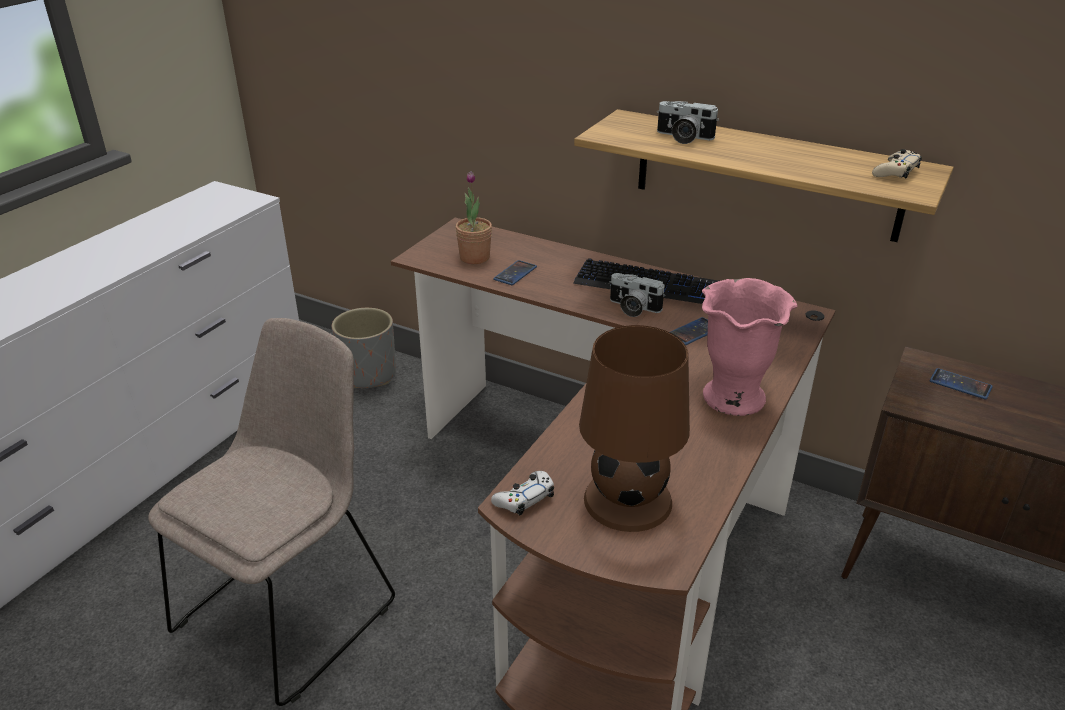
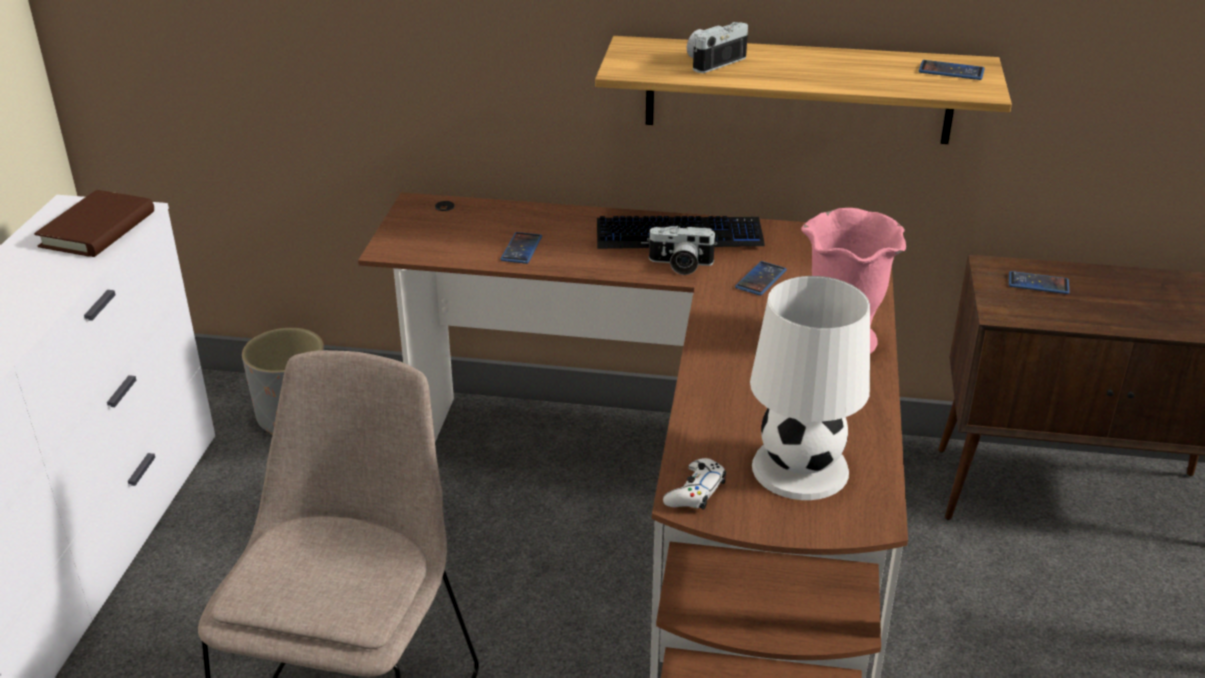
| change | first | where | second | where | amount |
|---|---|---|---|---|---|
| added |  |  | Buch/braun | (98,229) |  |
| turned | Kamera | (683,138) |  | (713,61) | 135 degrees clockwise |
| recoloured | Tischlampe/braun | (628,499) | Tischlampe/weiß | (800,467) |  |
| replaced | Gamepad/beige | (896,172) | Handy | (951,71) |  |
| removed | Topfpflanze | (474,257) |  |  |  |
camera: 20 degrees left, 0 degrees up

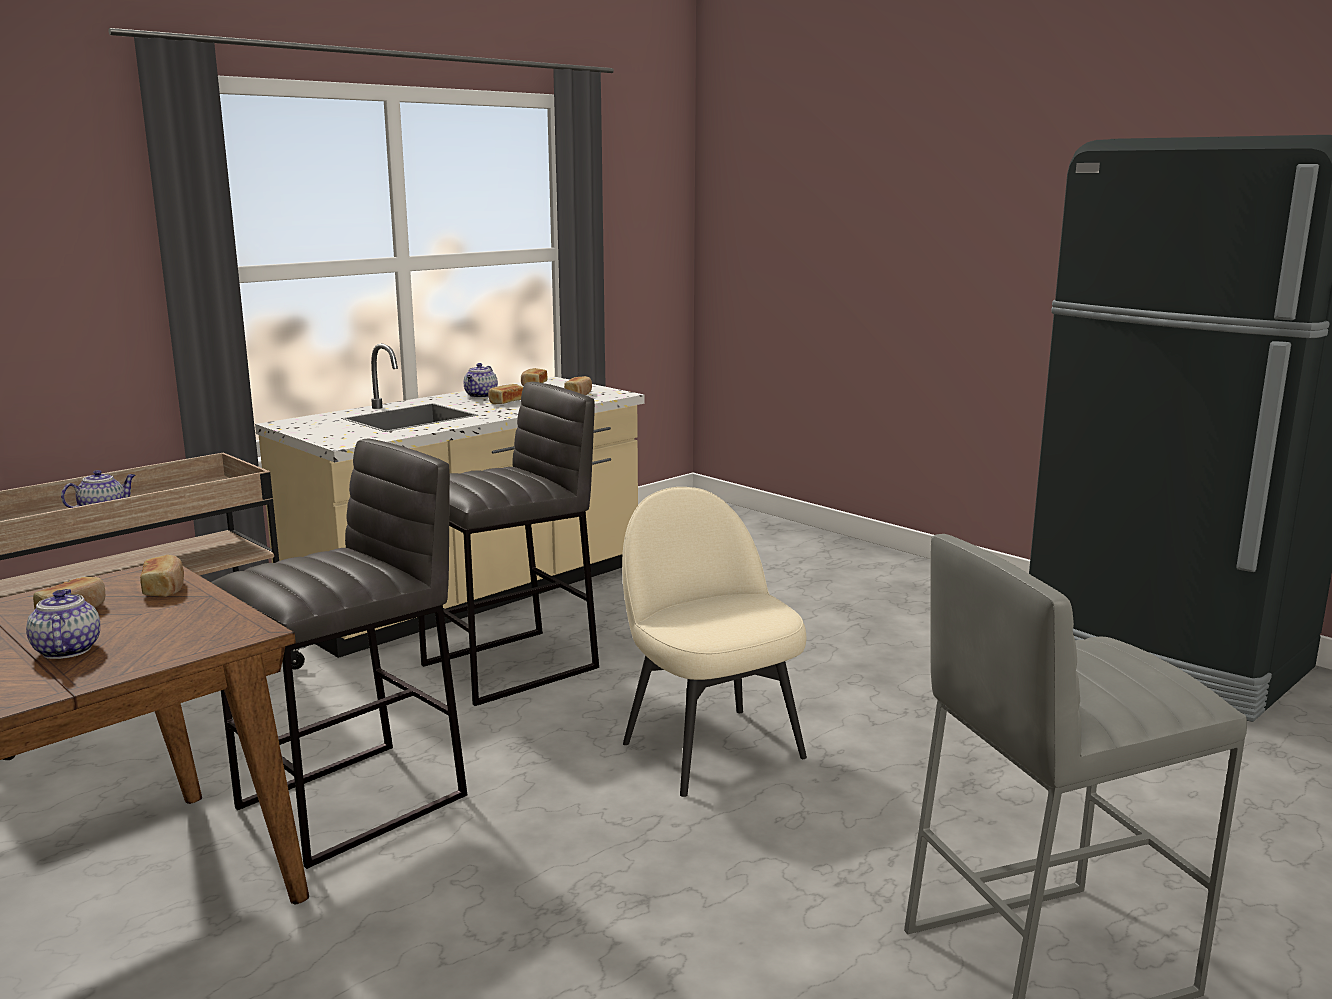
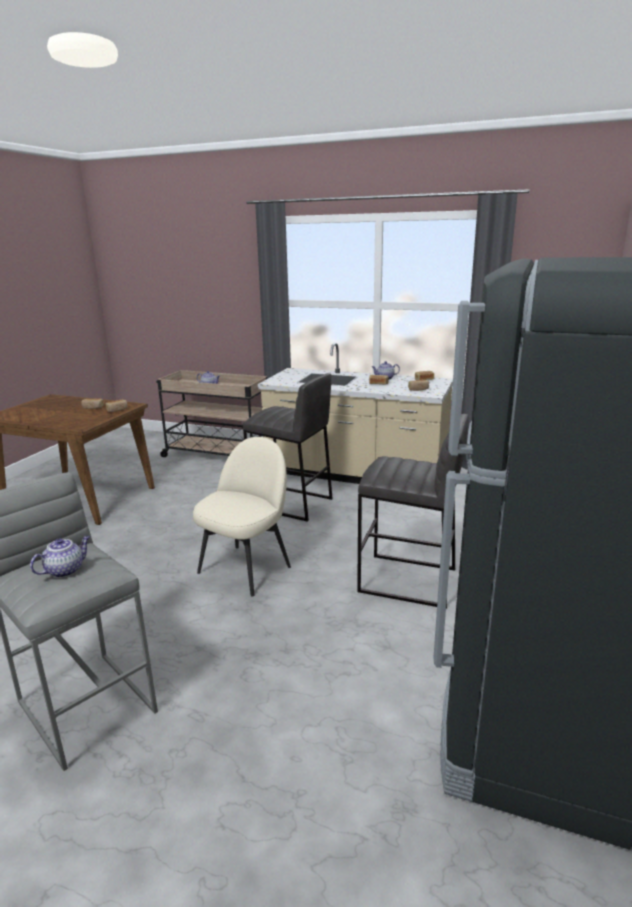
| change | first | where | second | where | amount |
|---|---|---|---|---|---|
| moved | Teekanne | (66,650) |  | (65,570) |  |
| moved | Hocker/grau | (355,801) |  | (408,581) |  |
camera: 65 degrees right, 5 degrees up

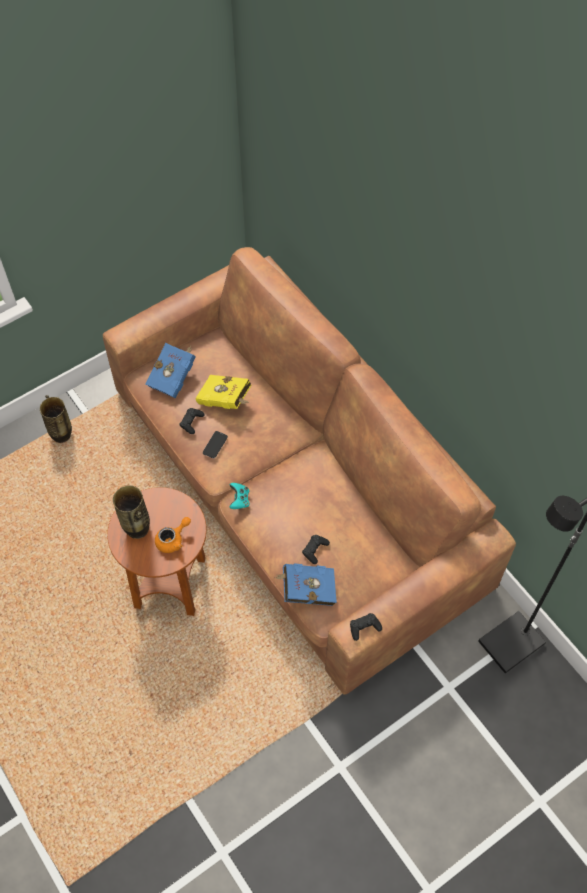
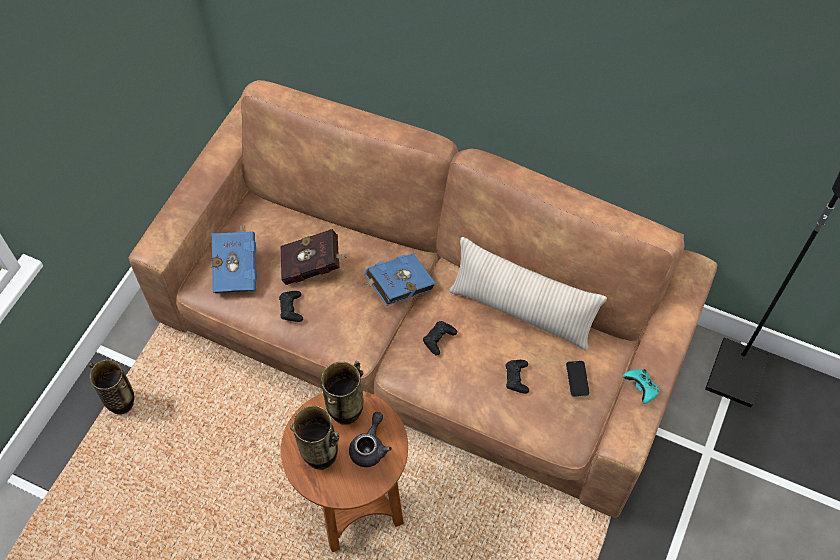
| change | first | where | second | where | amount |
|---|---|---|---|---|---|
| recoloured | Buch/gelb | (226,400) | Buch/rot | (314,266) |  |
| added |  |  | Vase | (346,412) |  |
| recoloured | Teekanne/orange | (173,540) | Teekanne/grau | (370,447) |  |
| moved | Buch/blau | (306,590) |  | (397,288) |  |
| moved | Gamepad/schwarz | (364,627) |  | (439,339) |  |
| added |  |  | Kissen/beige | (521,311) |  |
| moved | Handy | (215,445) |  | (577,379) |  |
| moved | Gamepad/türkis | (239,500) |  | (641,389) |  |
camera: 30 degrees left, 0 degrees up

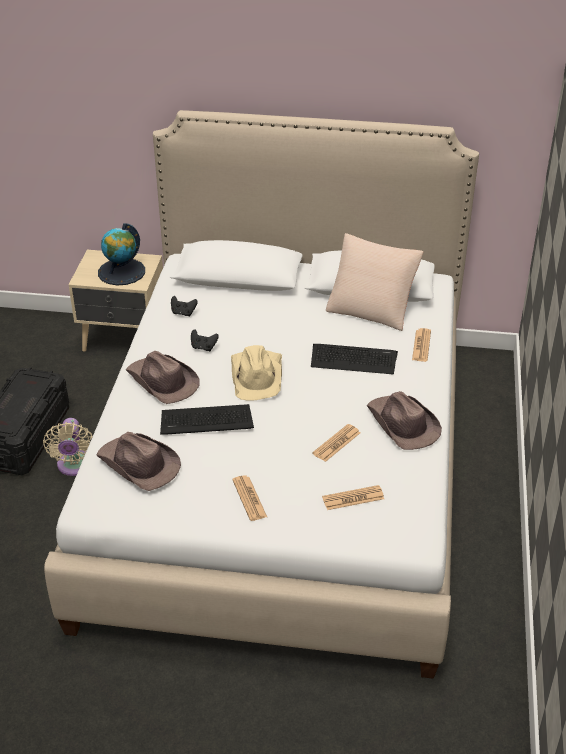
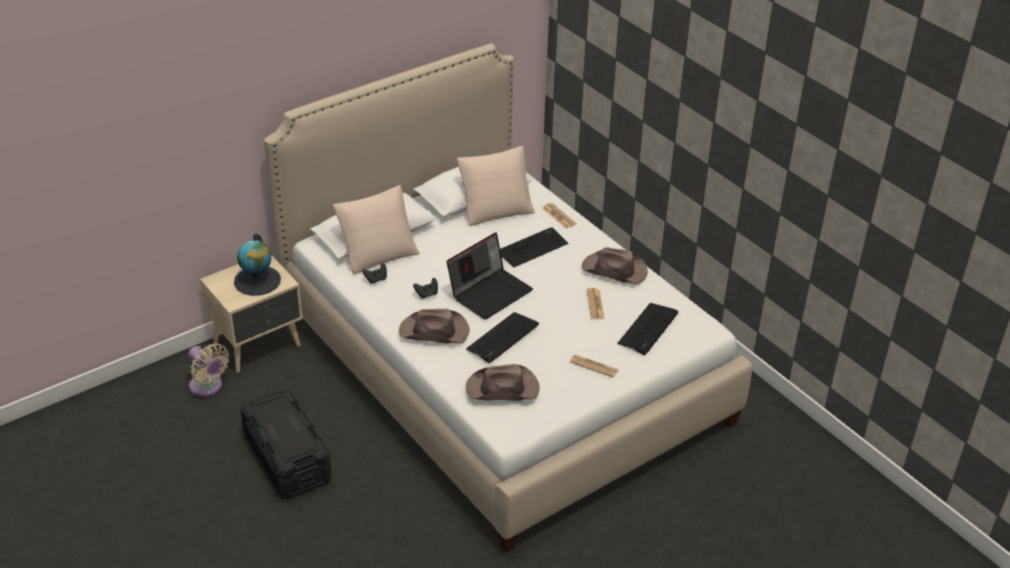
| change | first | where | second | where | amount |
|---|---|---|---|---|---|
| moved | Ventilator/beige | (75,466) |  | (208,387) |  |
| added |  |  | Kissen/beige | (378,253) |  |
| replaced | Hut/beige | (257,376) | Laptop | (490,292) |  |
| replaced | Zeitung | (353,498) | Tastatur | (648,329) |  |
camera: 45 degrees left, 0 degrees up

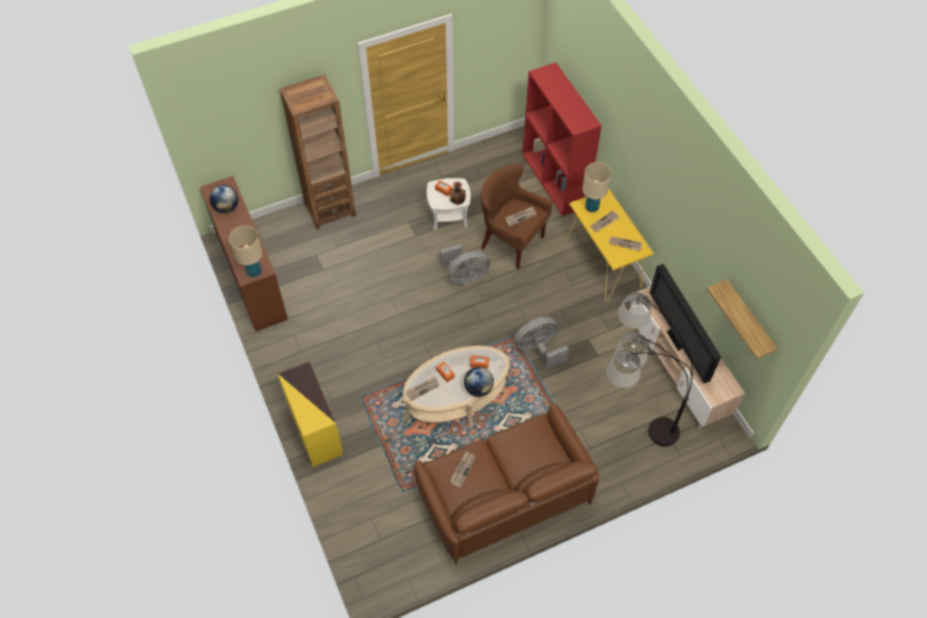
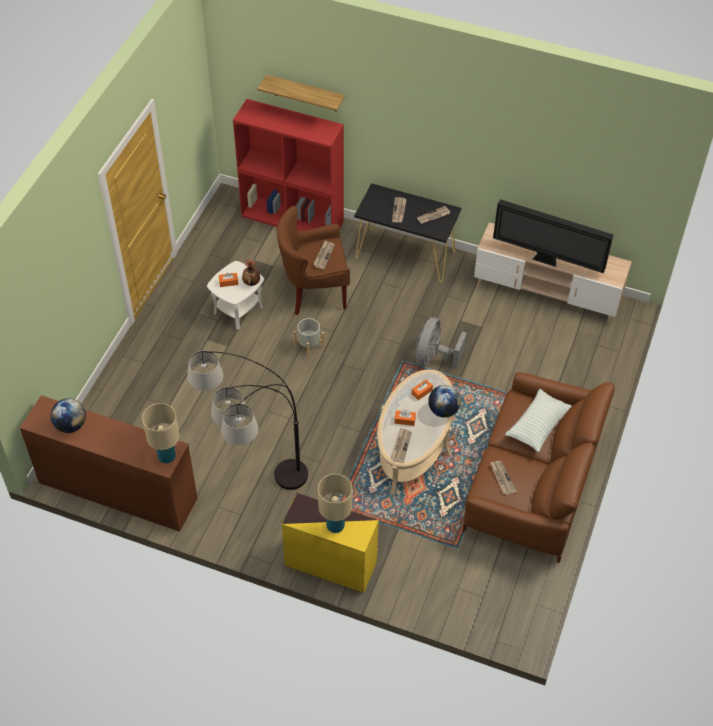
| change | first | where | second | where | amount |
|---|---|---|---|---|---|
| moved | Stehlampe | (626,424) |  | (254,494) |  |
| moved | Wandregal | (749,319) |  | (305,93) |  |
| replaced | Ventilator/grau | (465,276) | Pflanzkübel/grau | (309,347) |  |
| moved | Tischlampe/beige | (591,207) |  | (335,526) |  |
| recoloured | Konsolentisch/gelb | (603,263) | Konsolentisch/schwarz | (406,255) |  |
| added |  |  | Kissen | (537,426) |  |
| removed | Bücherregal/braun | (330,209) |  |  |  |
camera: 45 degrees left, 5 degrees down

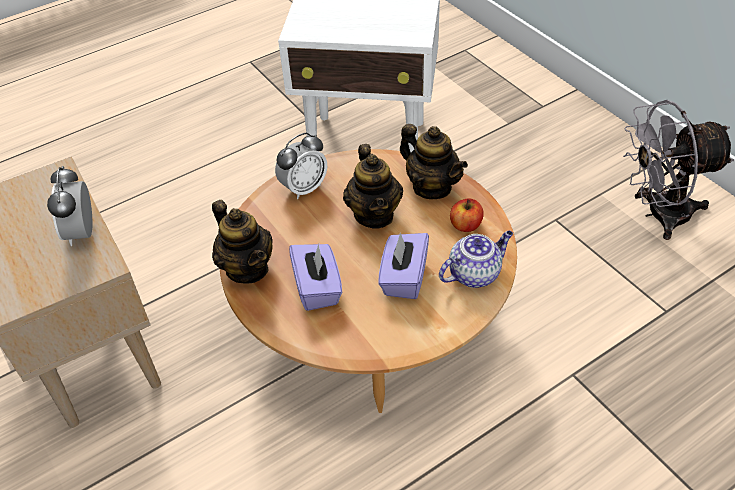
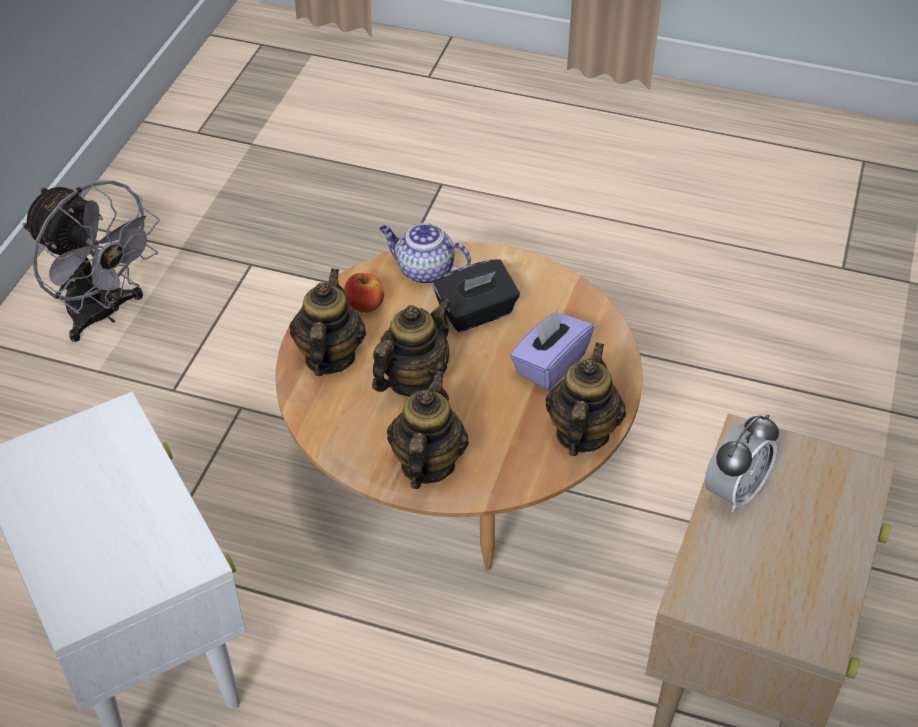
| change | first | where | second | where | amount |
|---|---|---|---|---|---|
| replaced | Wecker | (304,188) | Teekanne | (427,464) |  |
| recoloured | Taschentuchbox/lila | (403,278) | Taschentuchbox/schwarz | (476,313) |  |
camera: 130 degrees left, 0 degrees up

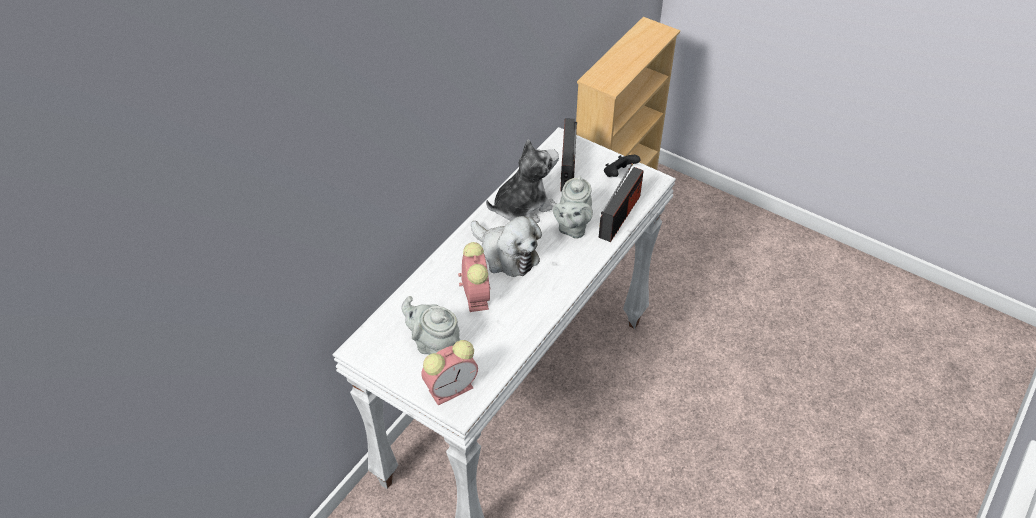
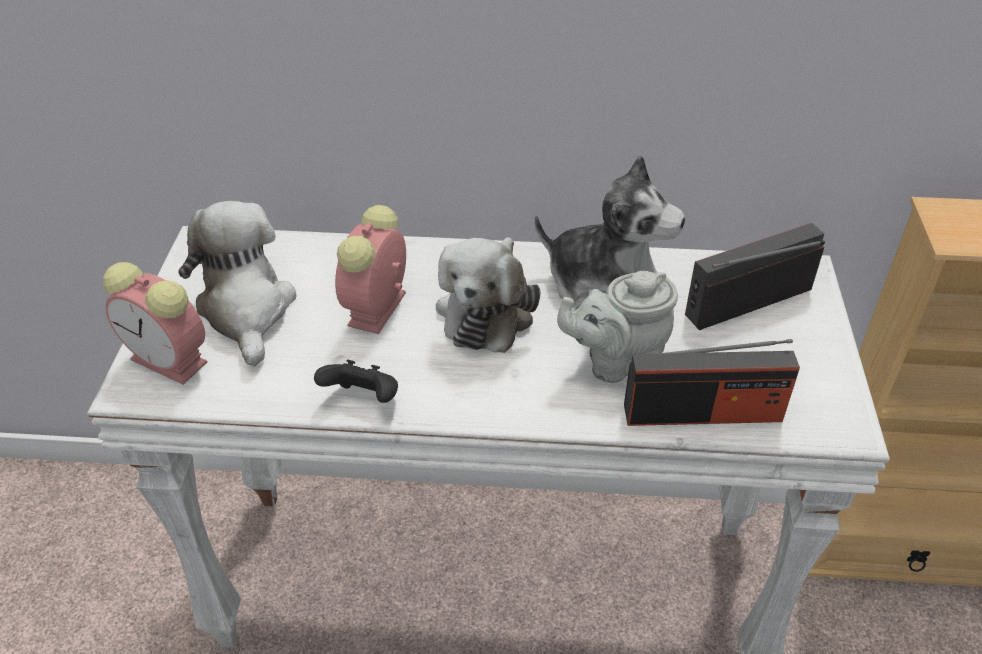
| change | first | where | second | where | amount |
|---|---|---|---|---|---|
| replaced | Teekanne/grau | (434,346) | Plüschtier | (246,310) |  |
| moved | Gamepad/schwarz | (619,174) |  | (363,399) |  |
| turned | Wecker | (475,295) |  | (376,311) | 150 degrees clockwise |
camera: 60 degrees right, 5 degrees down

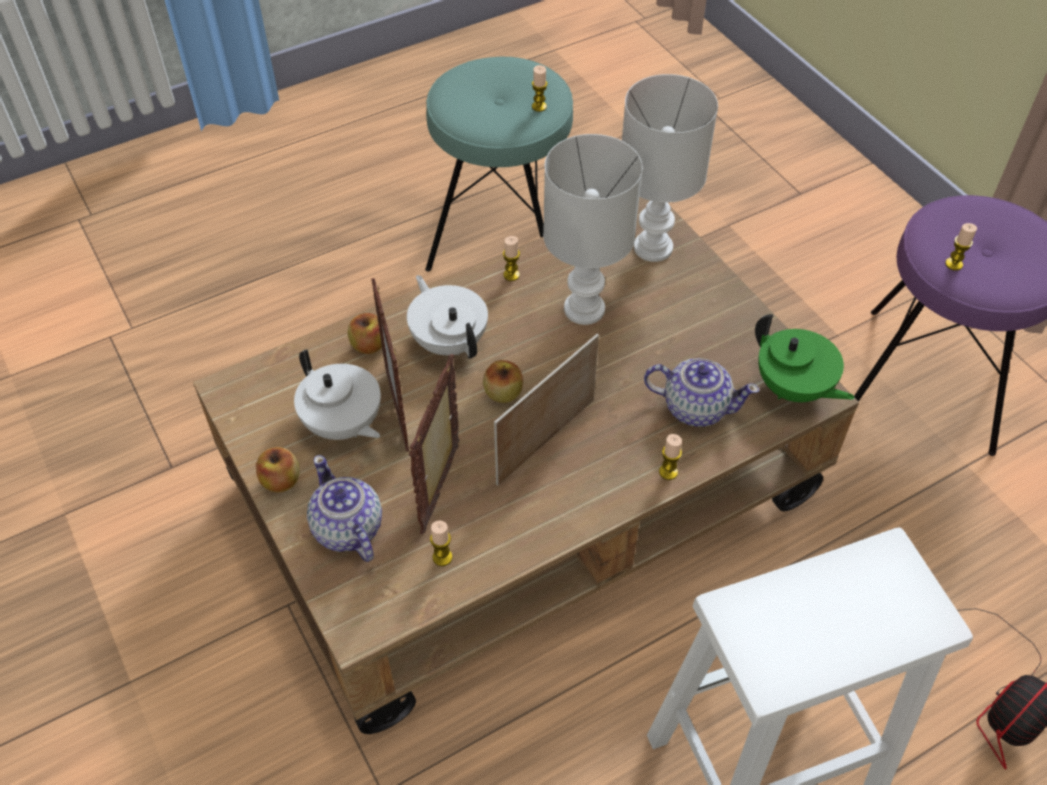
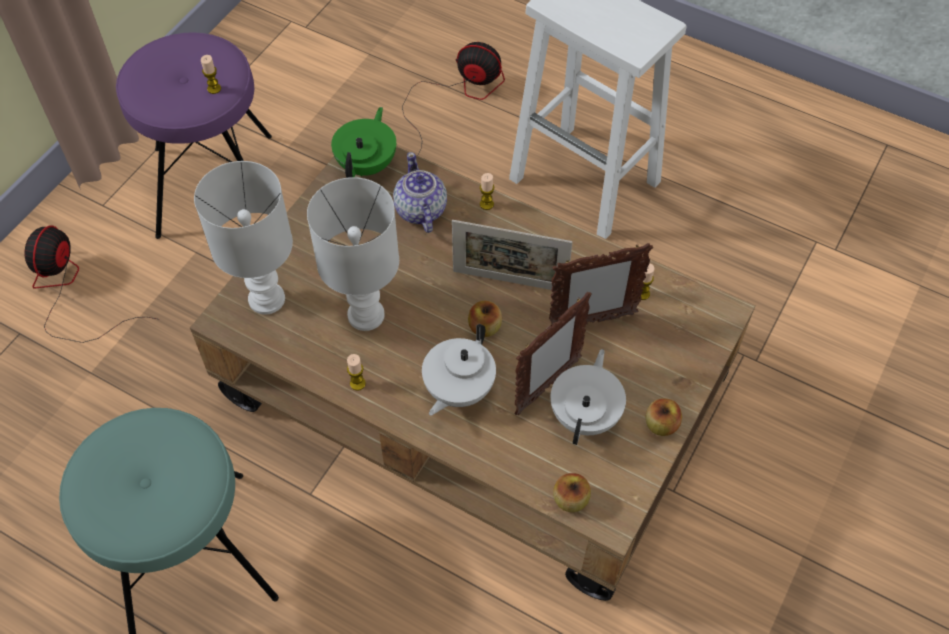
| change | first | where | second | where | amount |
|---|---|---|---|---|---|
| added |  |  | Ventilator | (70,291) |  |
| moved | Apfel | (369,345) |  | (570,500) |  |
| removed | Teekanne | (347,529) |  |  |  |
| removed | Kerze | (539,106) |  |  |  |
camera: 120 degrees left, 5 degrees up

